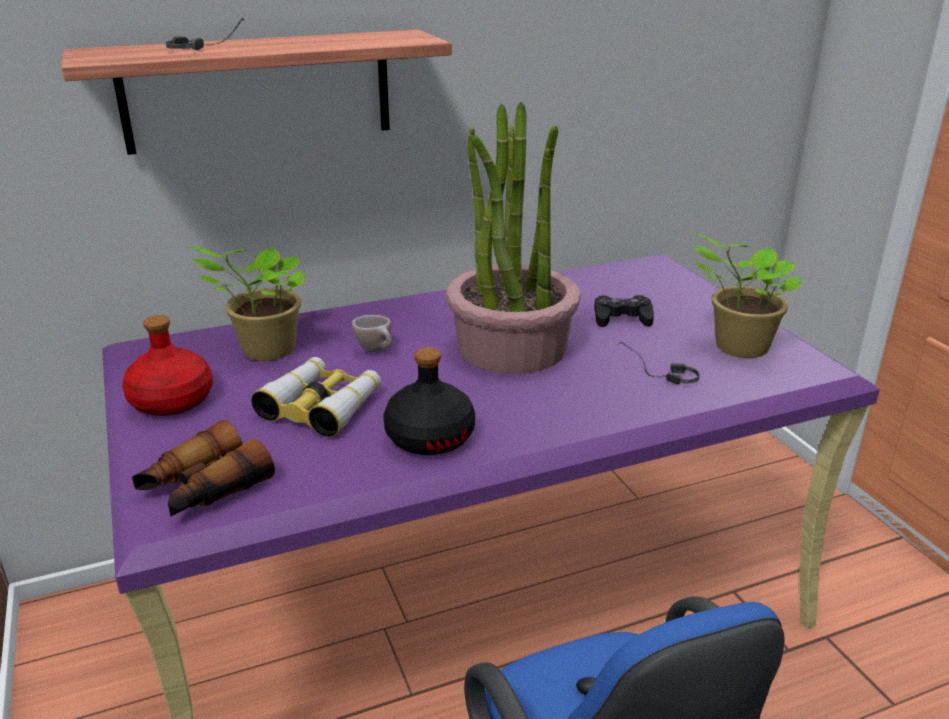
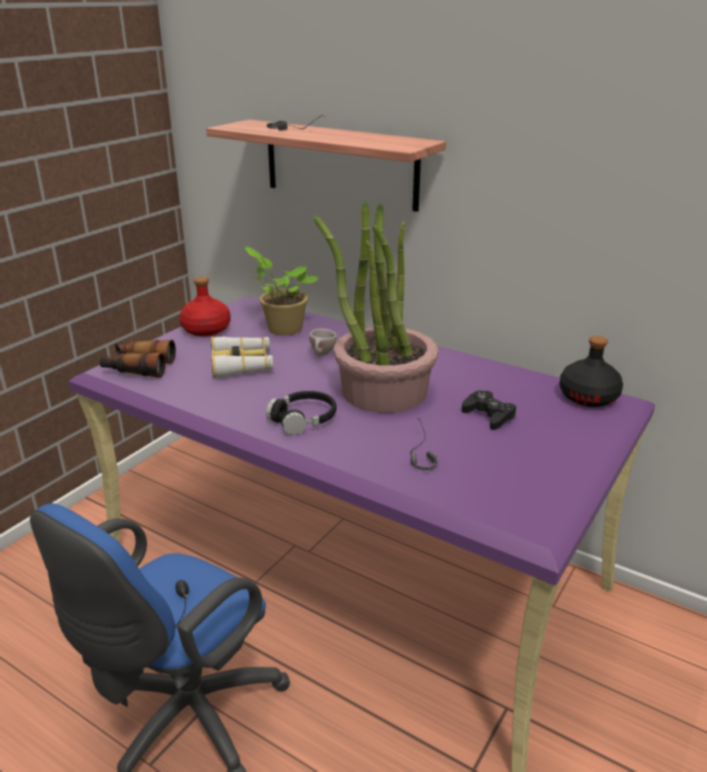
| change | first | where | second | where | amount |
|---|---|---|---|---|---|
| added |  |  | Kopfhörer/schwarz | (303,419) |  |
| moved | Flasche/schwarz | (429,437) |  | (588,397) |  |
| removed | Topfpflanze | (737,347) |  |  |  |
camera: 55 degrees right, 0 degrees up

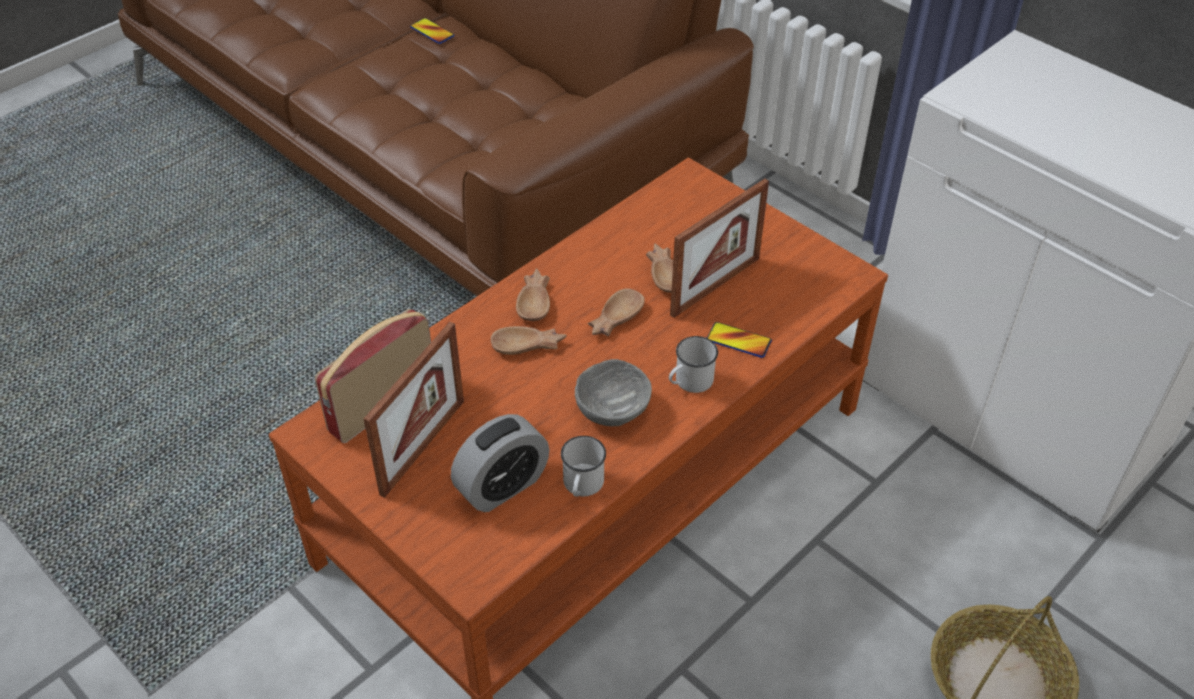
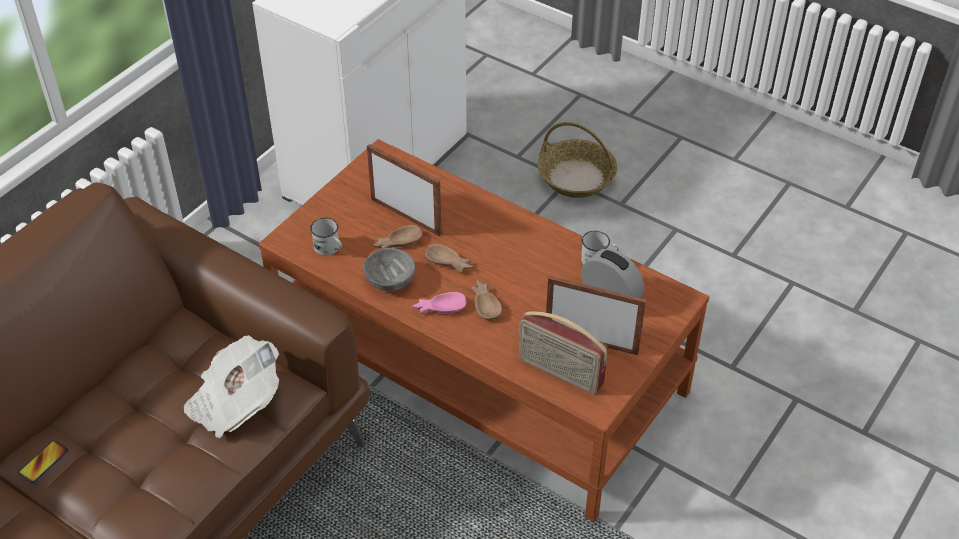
| change | first | where | second | where | amount |
|---|---|---|---|---|---|
| added |  |  | Zeitung | (235,402) |  |
| moved | Henkelbecher/weiß | (689,382) |  | (329,249) |  |
| moved | Schüssel/grau | (612,409) |  | (389,281) |  |
| recoloured | Schüssel/braun | (536,300) | Schüssel/rosa | (439,307) |  |
| removed | Handy | (738,341) |  |  |  |
camera: 100 degrees left, 0 degrees up

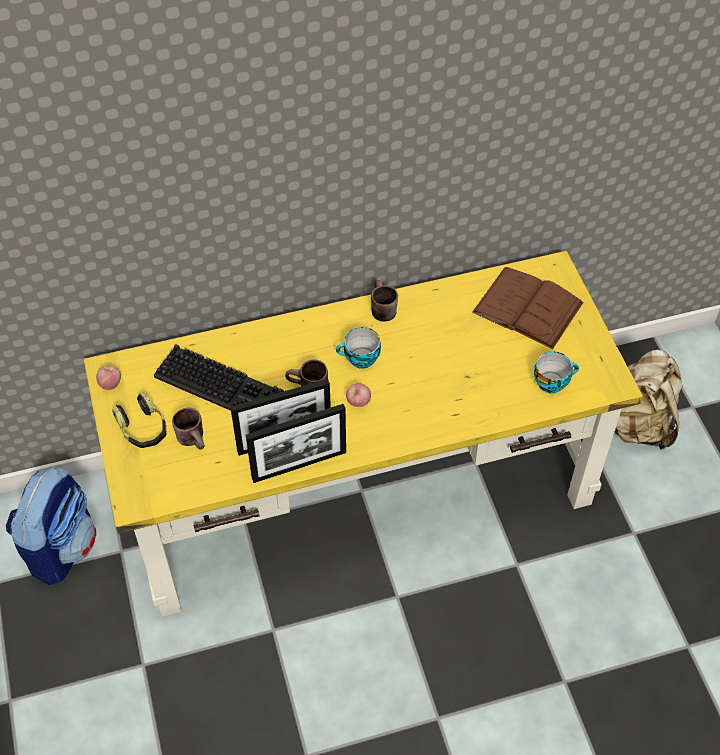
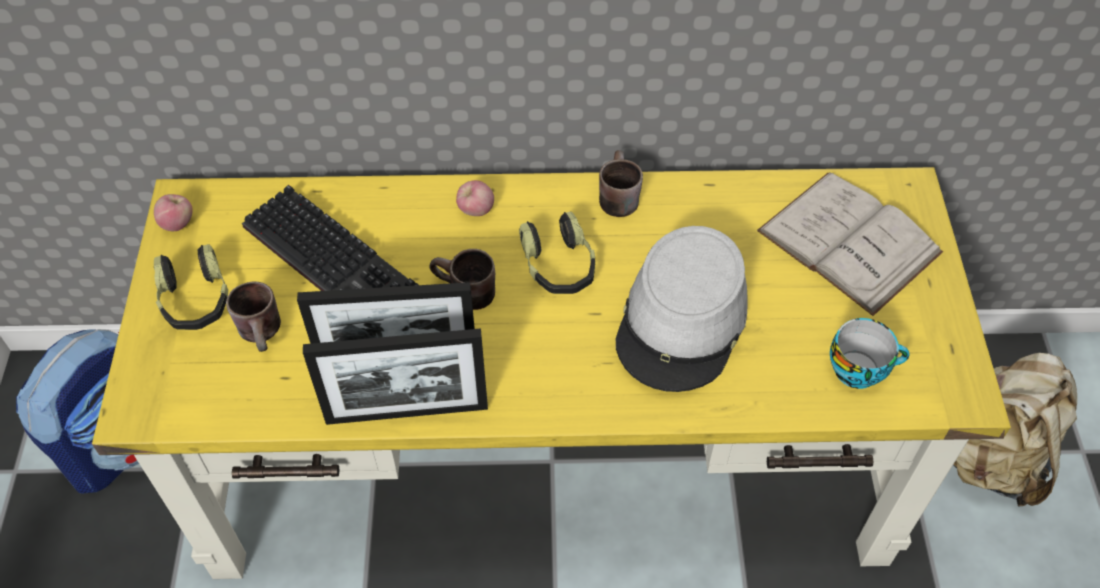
| change | first | where | second | where | amount |
|---|---|---|---|---|---|
| moved | Apfel | (358,402) |  | (476,210) |  |
| replaced | Tasse | (360,359) | Kopfhörer | (559,266) |  |
| added |  |  | Hut/grau | (682,321) |  |
| recoloured | Buch/braun | (527,307) | Buch/weiß | (849,241) |  |
camera: 15 degrees right, 0 degrees up

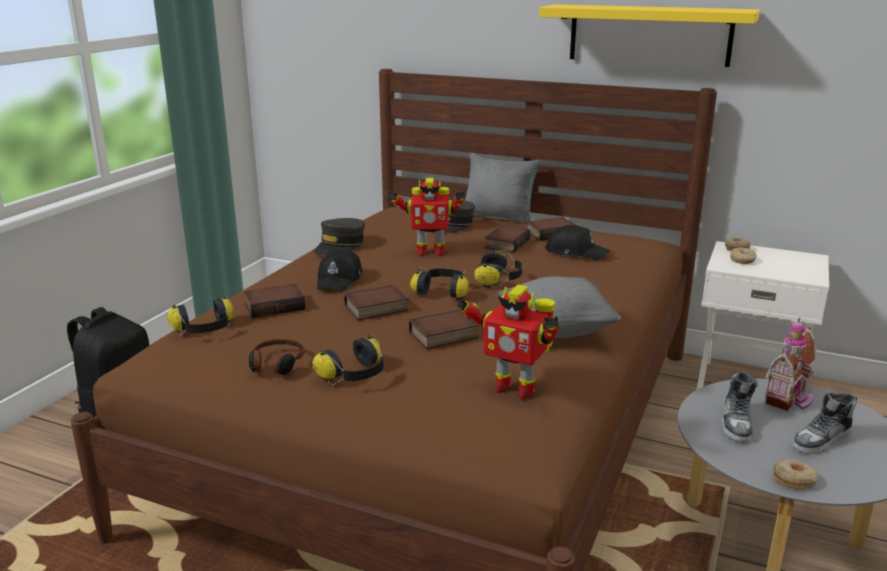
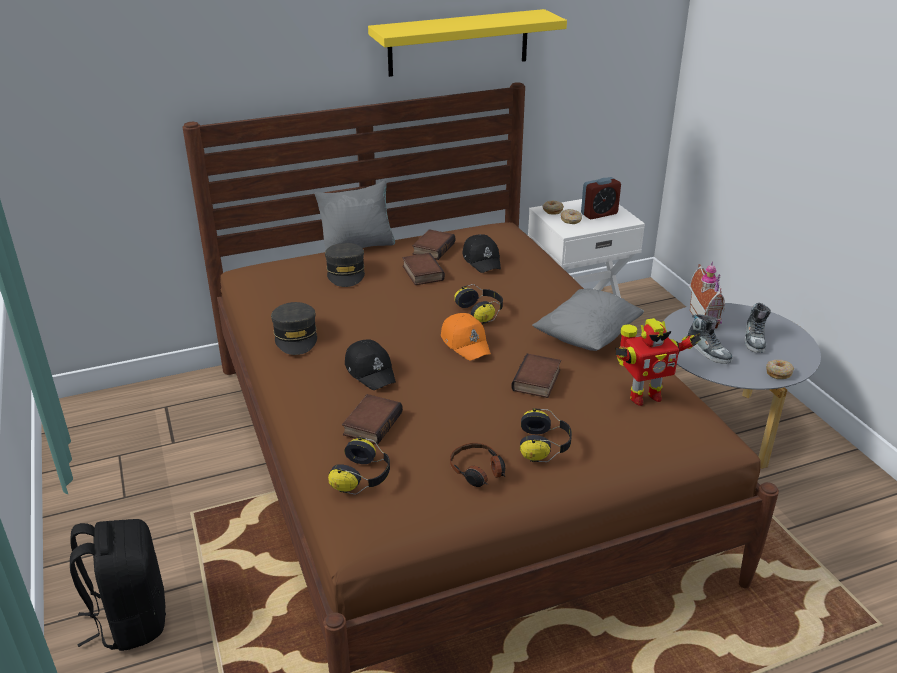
| change | first | where | second | where | amount |
|---|---|---|---|---|---|
| replaced | Kopfhörer | (442,292) | Kappe/orange | (466,343) |  |
| turned | Kappe/schwarz | (576,252) |  | (482,260) | 90 degrees clockwise |
| added |  |  | Wecker | (599,214) |  |
| removed | Buch | (376,309) |  |  |  |
| removed | Spielzeugroboter | (429,252) |  |  |  |
camera: 45 degrees left, 10 degrees up

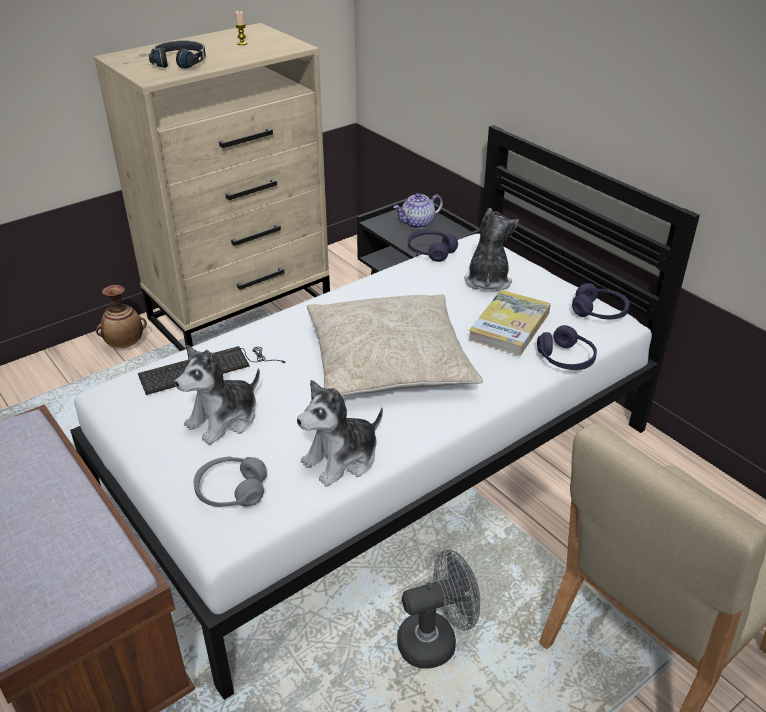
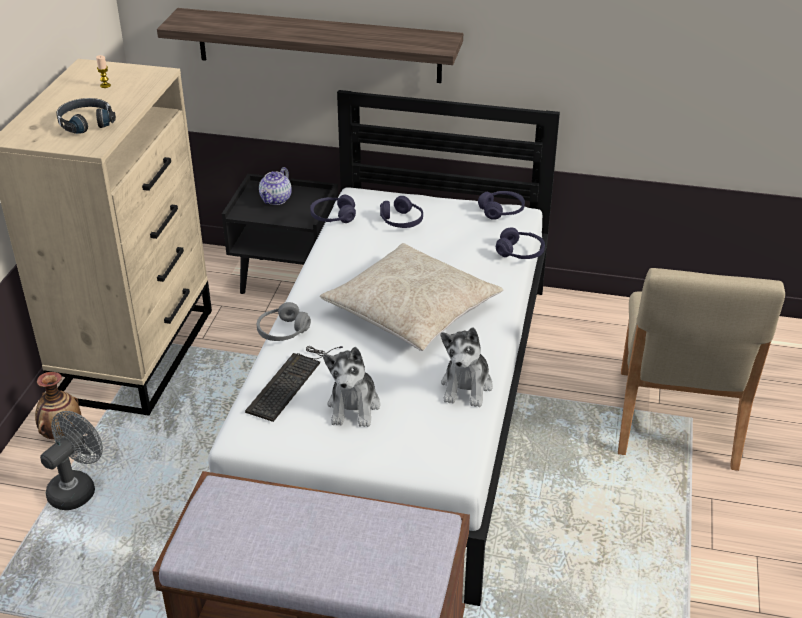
| change | first | where | second | where | amount |
|---|---|---|---|---|---|
| moved | Ventilator/grau | (436,640) |  | (77,488) |  |
| added |  |  | Wandregal | (318,45) |  |
| moved | Kopfhörer/grau | (231,491) |  | (283,331) |  |
| replaced | Plüschtier | (487,280) | Kopfhörer/lila | (401,221) |  |
| removed | Buch | (509,326) |  |  |  |
camera: 40 degrees left, 0 degrees up

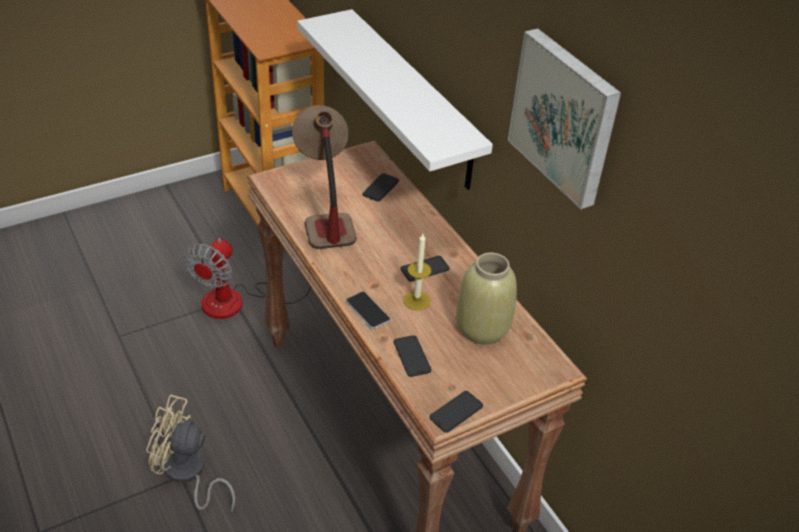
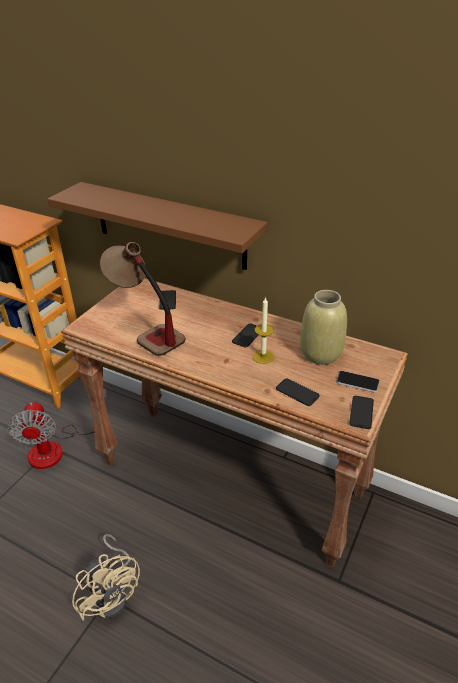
| change | first | where | second | where | amount |
|---|---|---|---|---|---|
| recoloured | Wandregal/weiß | (413,100) | Wandregal/braun | (169,225) |  |
| turned | Ventilator/beige | (187,474) |  | (112,593) | 105 degrees counterclockwise |
| moved | Handy | (367,311) |  | (357,382) |  |
| removed | Bild | (565,116) |  |  |  |
camera: 30 degrees left, 5 degrees down

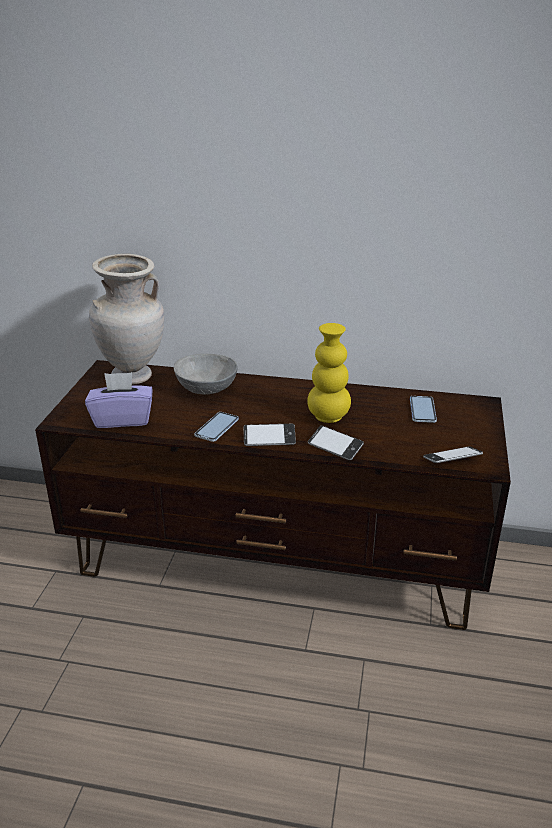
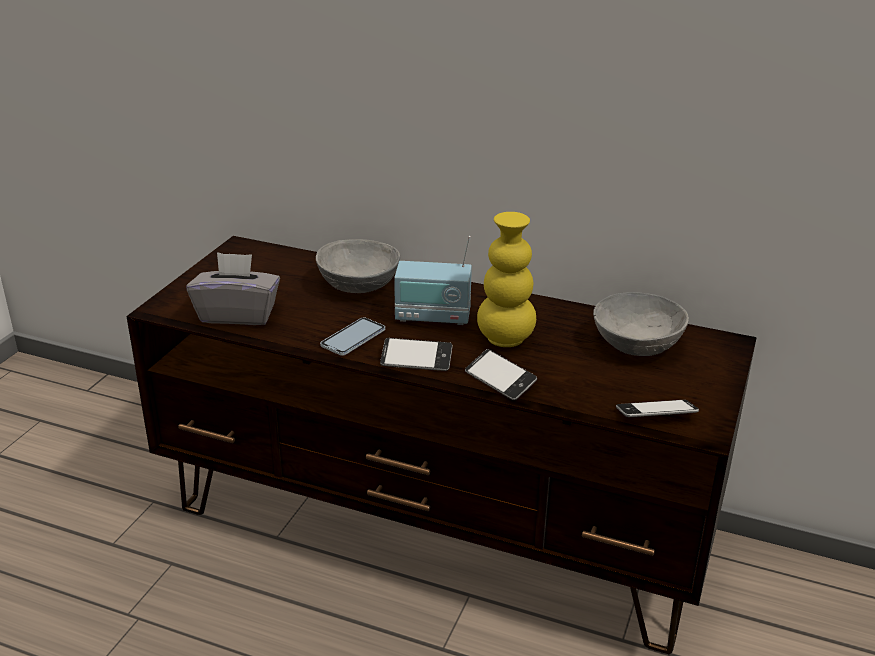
| change | first | where | second | where | amount |
|---|---|---|---|---|---|
| recoloured | Taschentuchbox/lila | (122,419) | Taschentuchbox/grau | (238,314) |  |
| added |  |  | Radio | (432,317) |  |
| replaced | Handy | (422,410) | Schüssel/grau | (638,343) |  |
| removed | Vase/beige | (133,377) |  |  |  |
camera: 10 degrees right, 0 degrees up

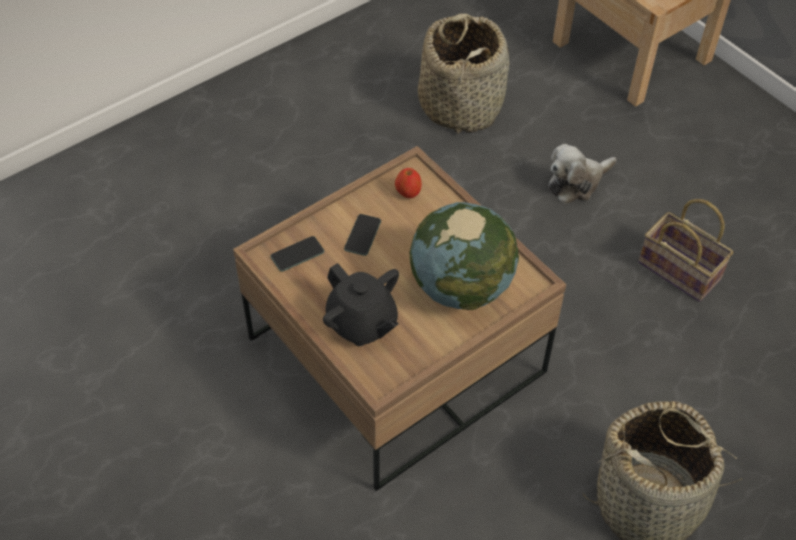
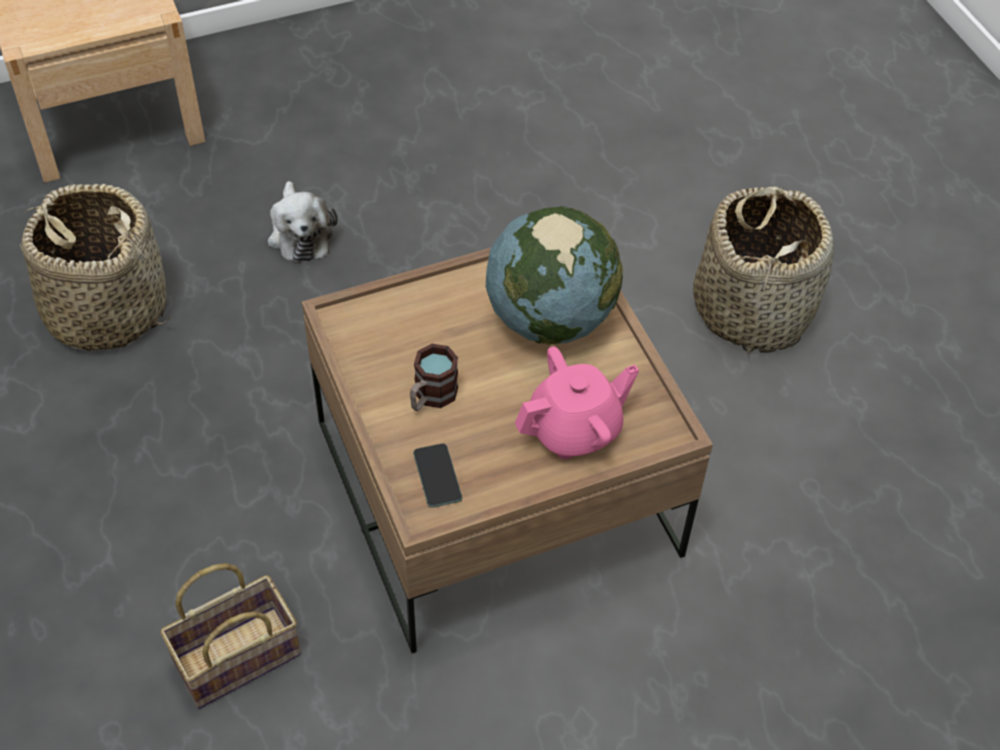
| change | first | where | second | where | amount |
|---|---|---|---|---|---|
| moved | Korb | (682,271) |  | (239,655) |  |
| replaced | Handy | (362,235) | Henkelbecher | (431,397) |  |
| recoloured | Teekanne/schwarz | (362,323) | Teekanne/rosa | (575,430) |  |
| removed | Apfel | (408,193) |  |  |  |
camera: 75 degrees left, 0 degrees up

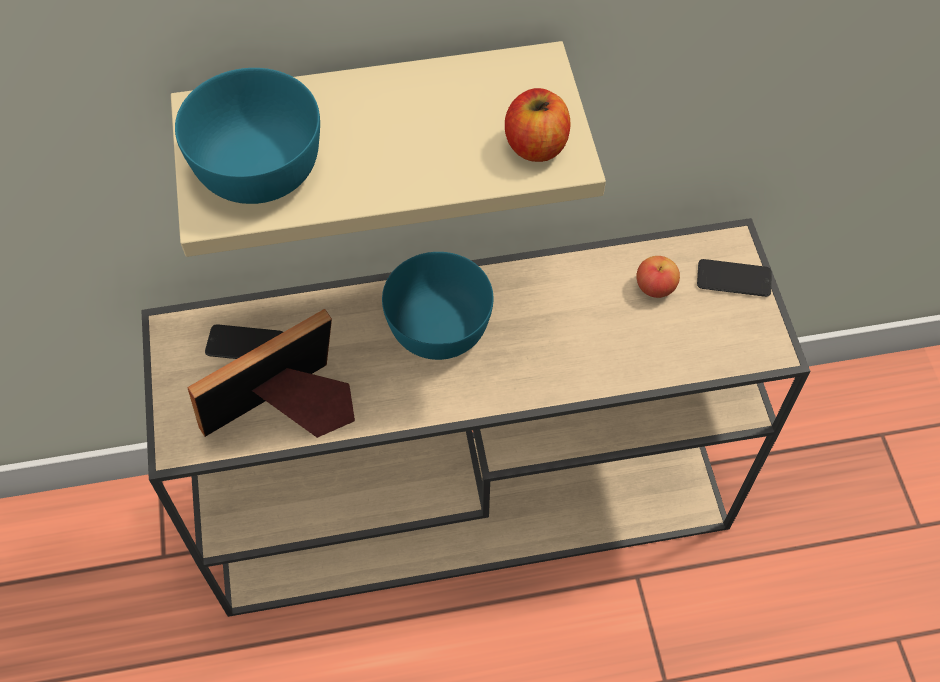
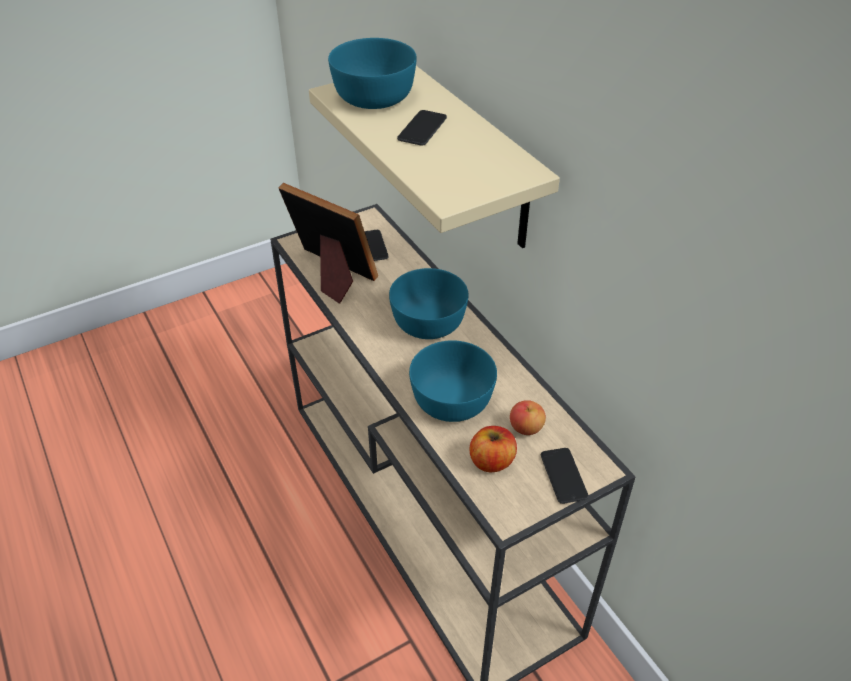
| change | first | where | second | where | amount |
|---|---|---|---|---|---|
| added |  |  | Handy | (422,129) |  |
| added |  |  | Schüssel/türkis | (451,399) |  |
| moved | Apfel | (535,145) |  | (491,461) |  |
camera: 70 degrees right, 15 degrees down

